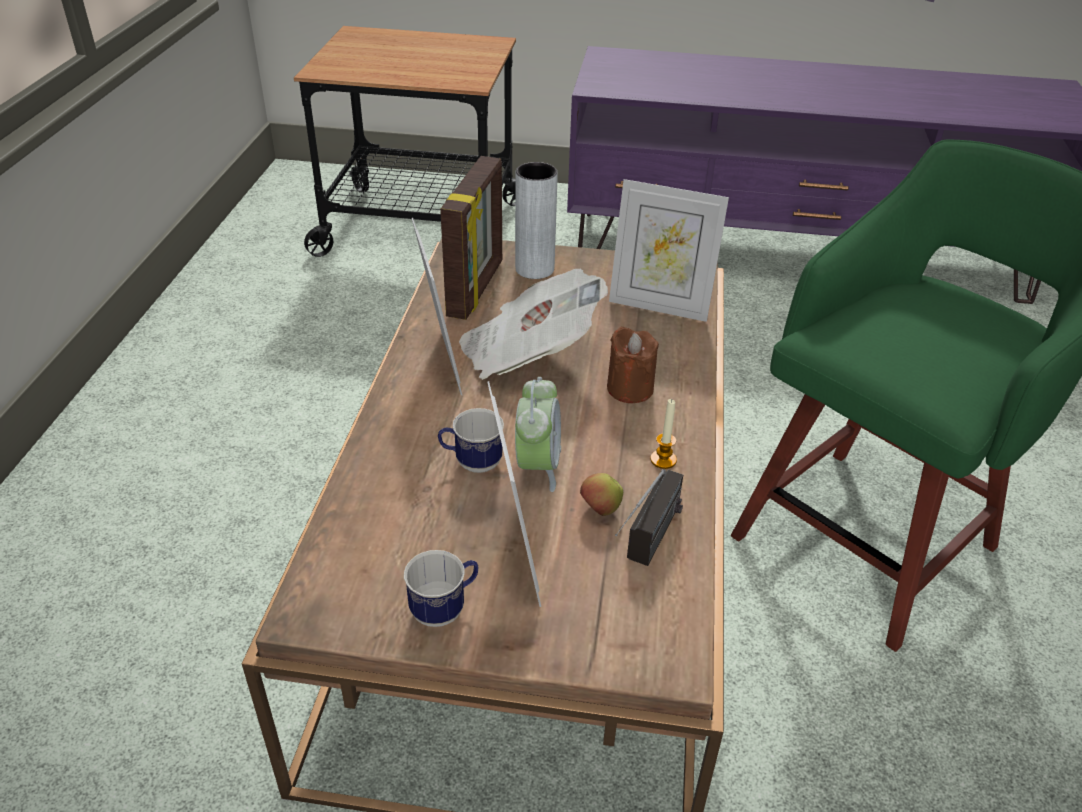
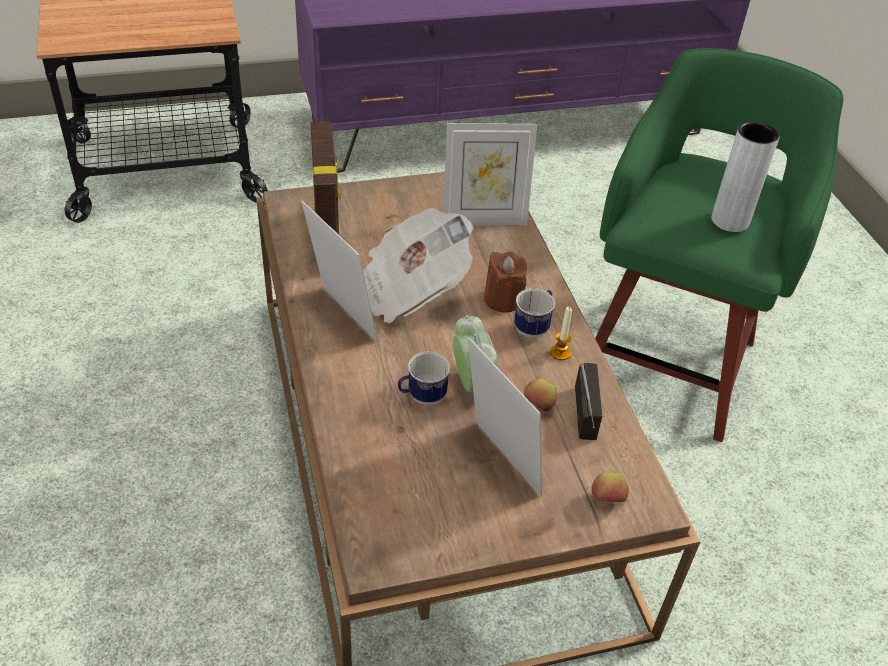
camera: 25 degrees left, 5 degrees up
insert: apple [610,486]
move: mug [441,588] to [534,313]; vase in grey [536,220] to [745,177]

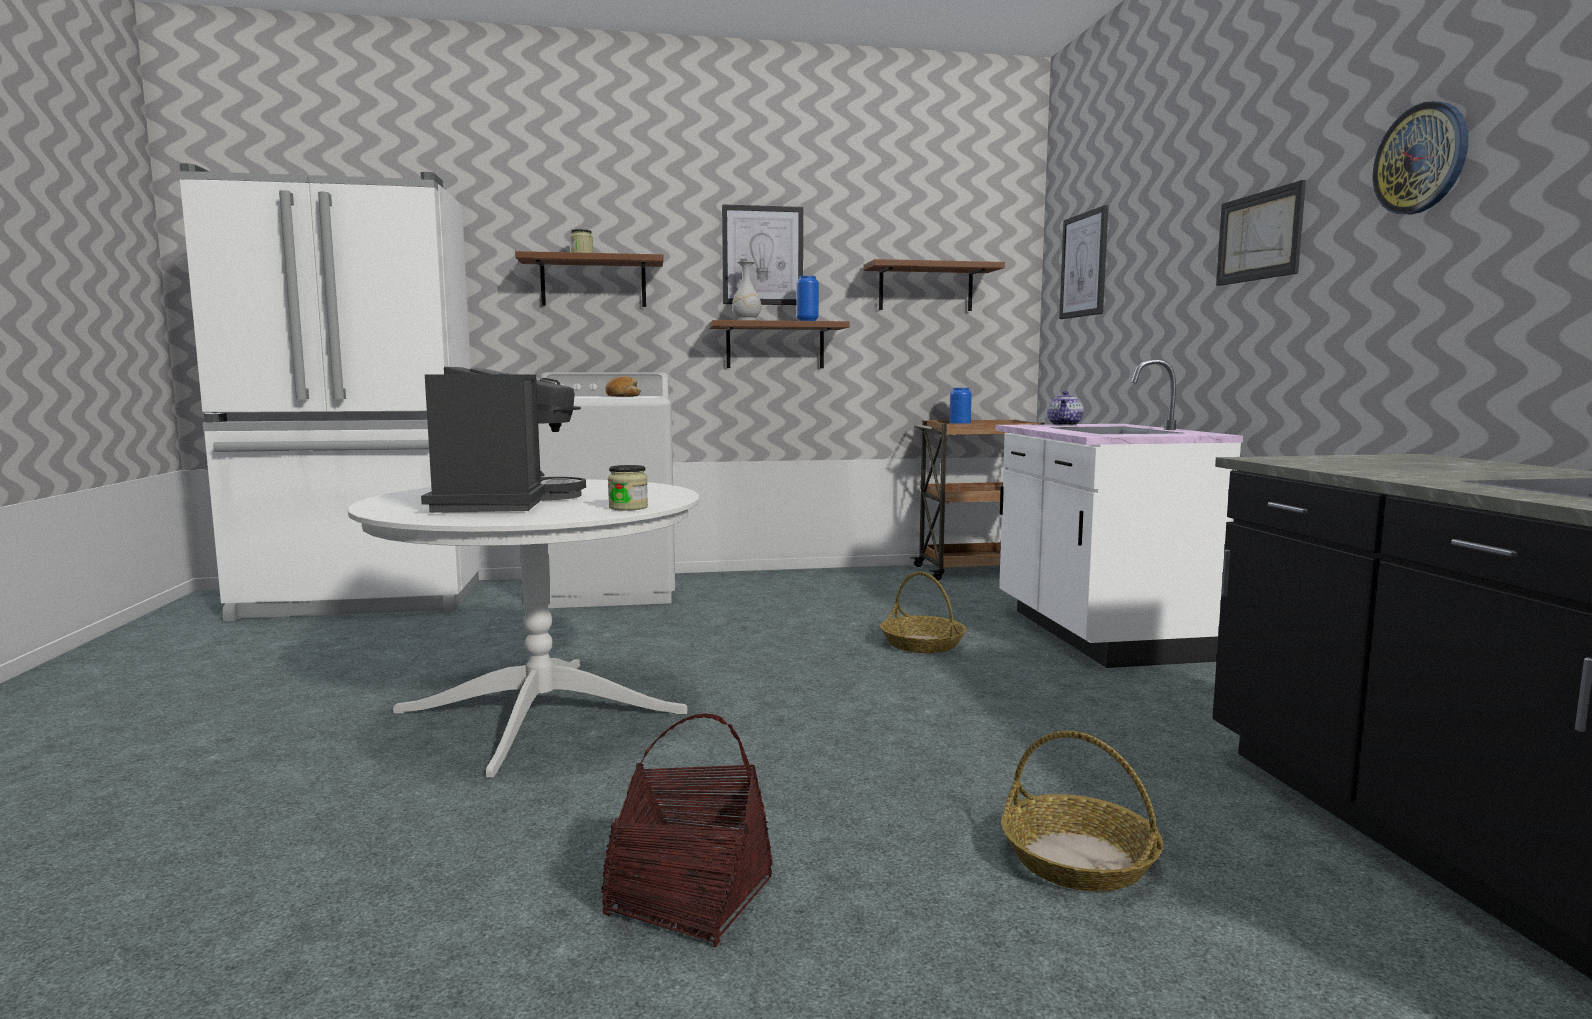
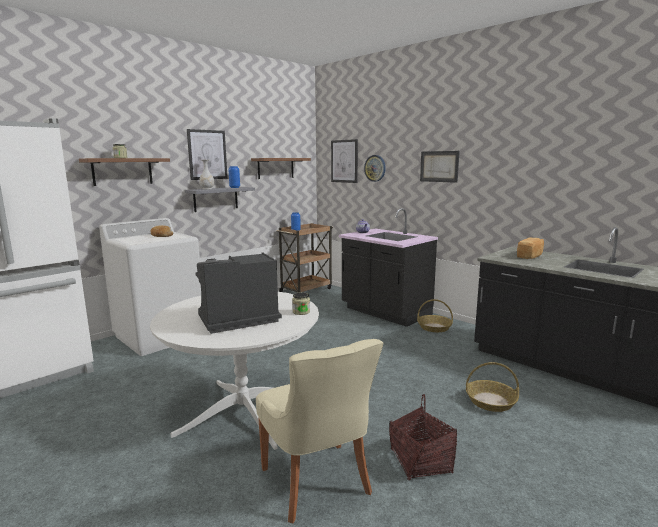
camera: 35 degrees left, 5 degrees up
insert: chair in beige [319,431]; bread [530,248]
move: basket [923,612] to [435,315]; wall clock [1421,157] to [375,168]
recolor: shelf in brown [779,344] to shelf in grey [220,199]; counter in white [1119,513] to counter in black [388,267]
rotate: coffee machine [503,440] = [238,293] 75 degrees counterclockwise

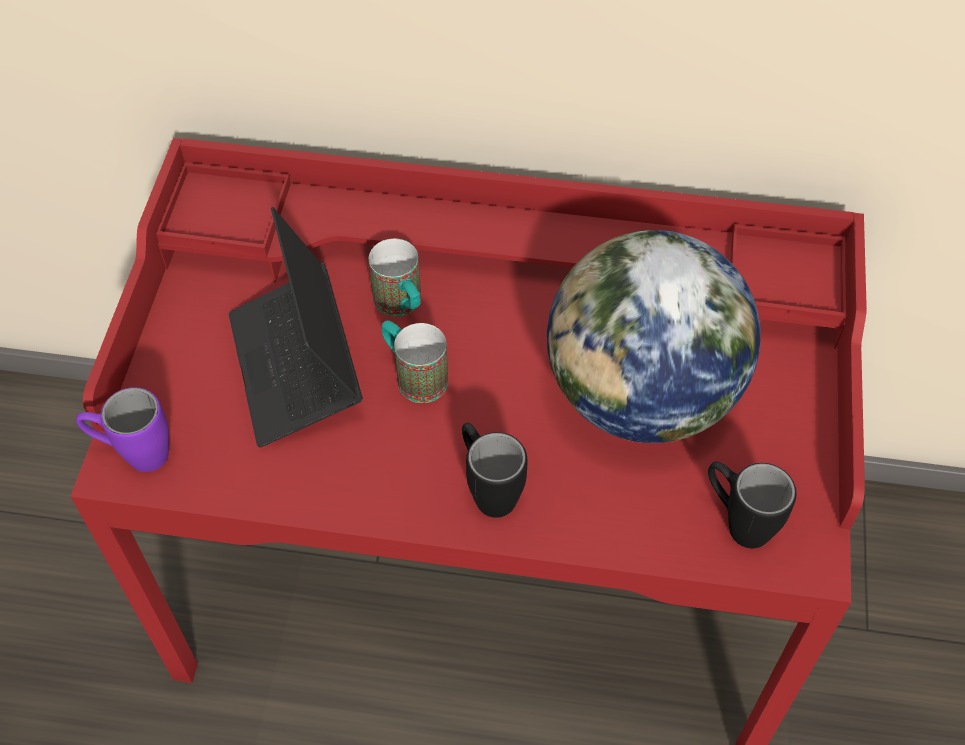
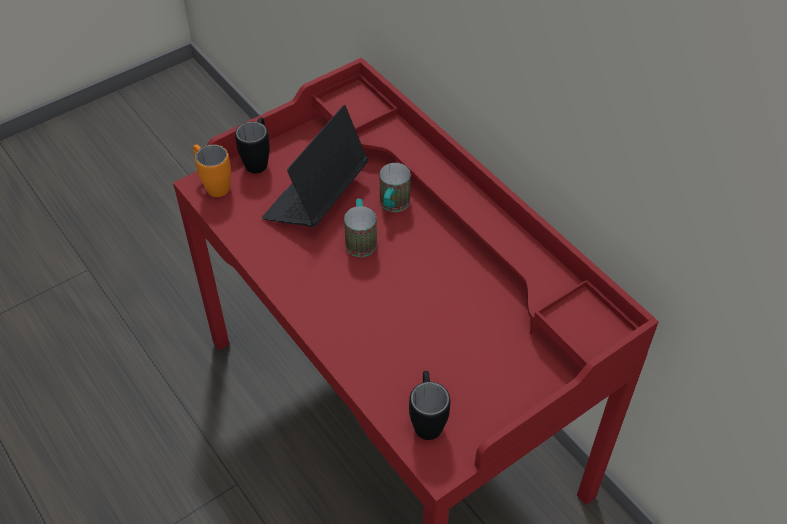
camera: 45 degrees right, 5 degrees down
delete: globe [654,336]
move: mug in black [495,470] to [252,145]
recolor: mug in purple [122,429] to mug in orange [212,170]

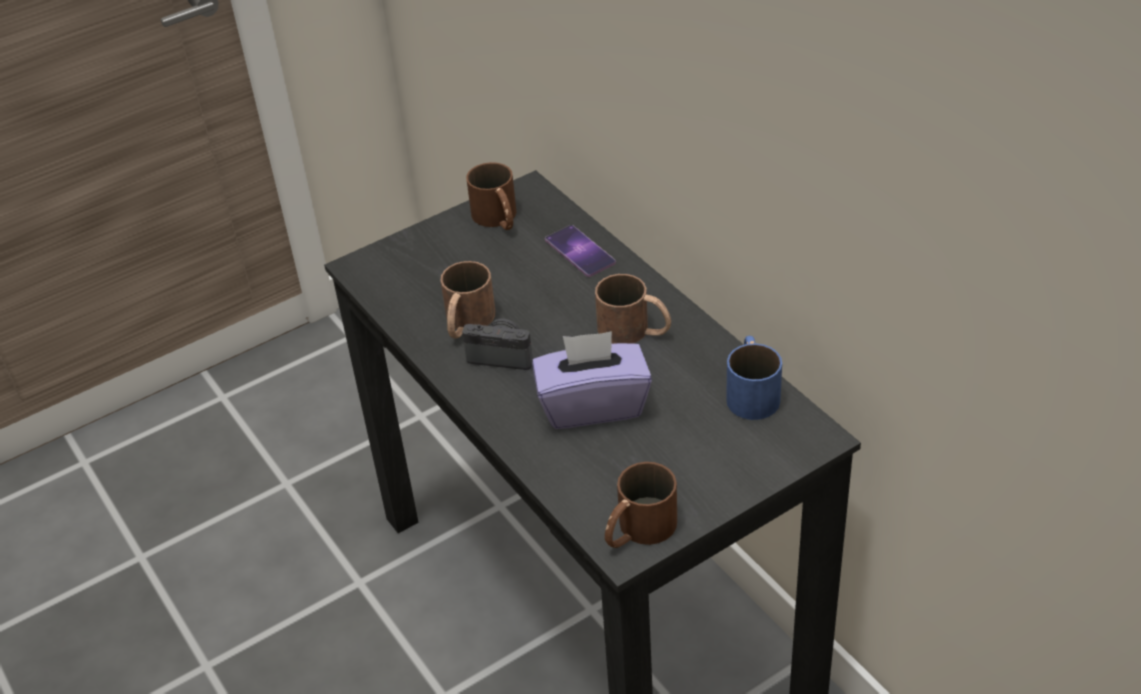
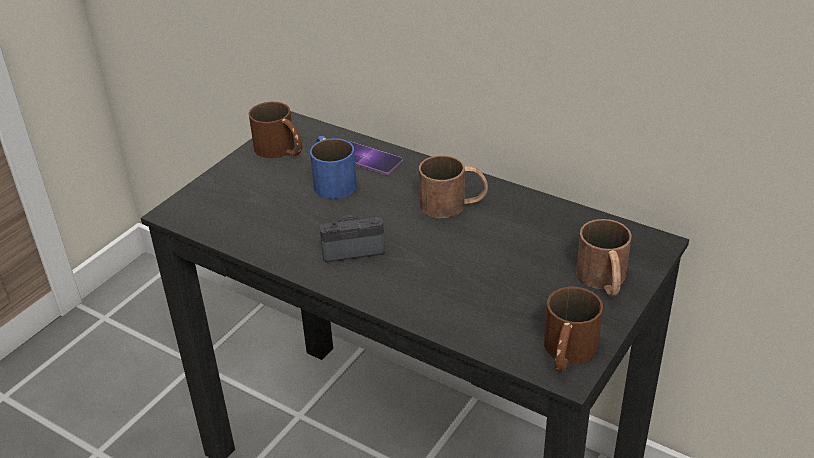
camera: 25 degrees left, 5 degrees down
delete: tissue box in purple [592,380]
move: mug in brown [468,300] to [603,258]; mug in blue [754,378] to [333,167]

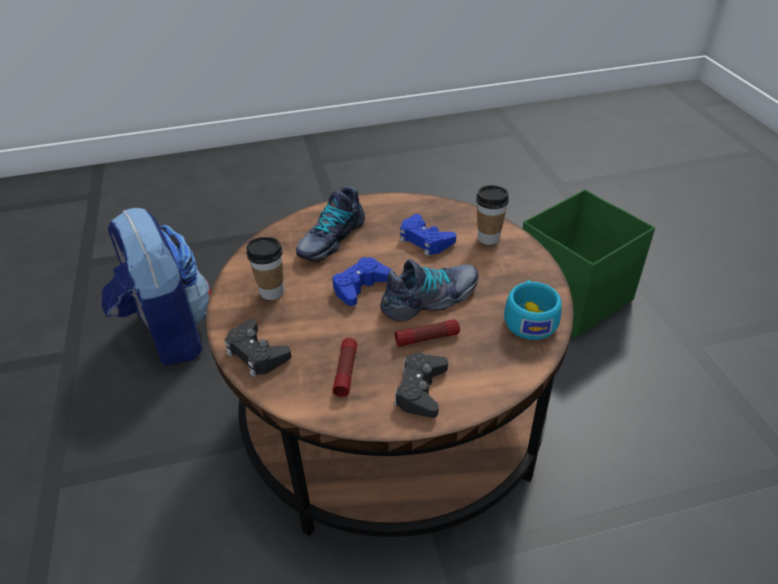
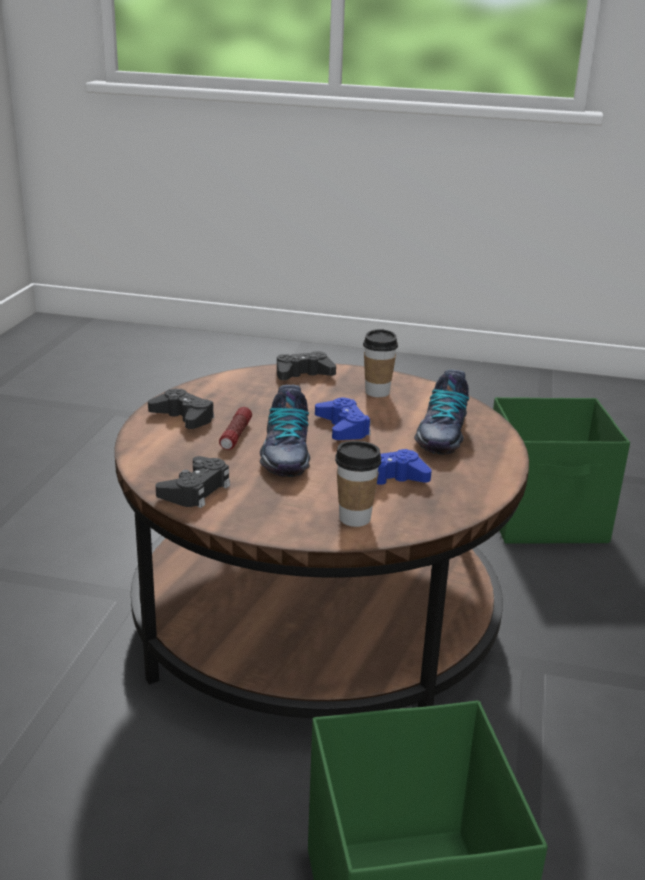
camera: 115 degrees right, 15 degrees down
delete: flashlight [344,367]
replace: backpack [156,287] to storage box in green [561,470]; cup in turquoise [533,310] to game controller in black [193,482]
rotate: shoe [330,224] = [441,412] 135 degrees counterclockwise

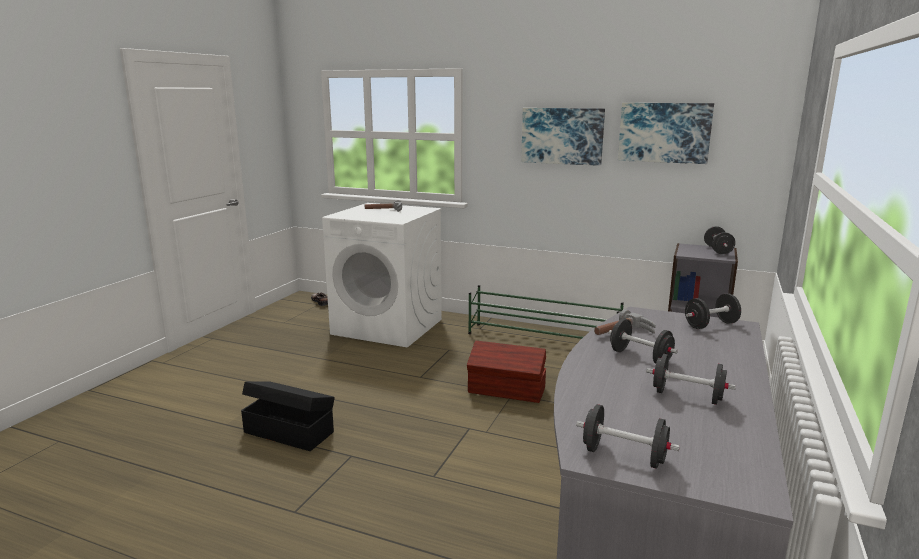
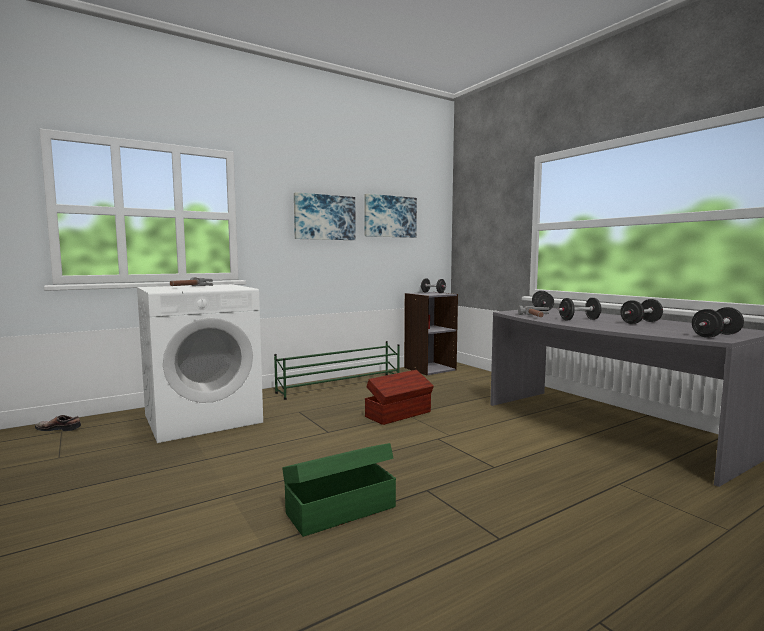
camera: 55 degrees left, 10 degrees down
recolor: storage box in black [288,416] to storage box in green [339,490]

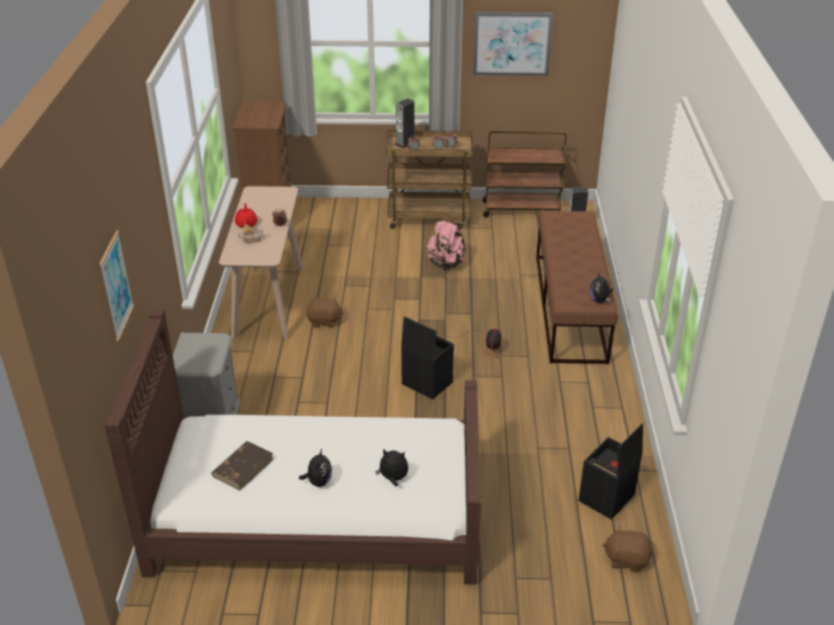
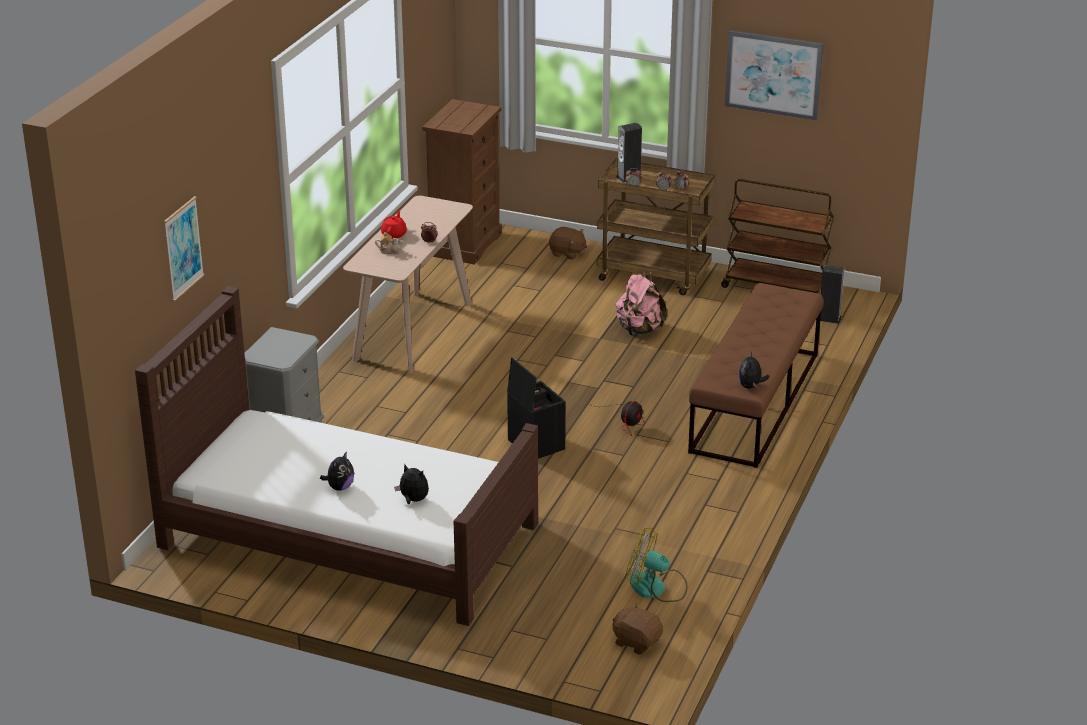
camera: 20 degrees right, 5 degrees down
delete: book in brown [242,466]
move: plush toy in brown [325,312] to [568,243]
replace: storage box in black [610,471] to fan [656,564]

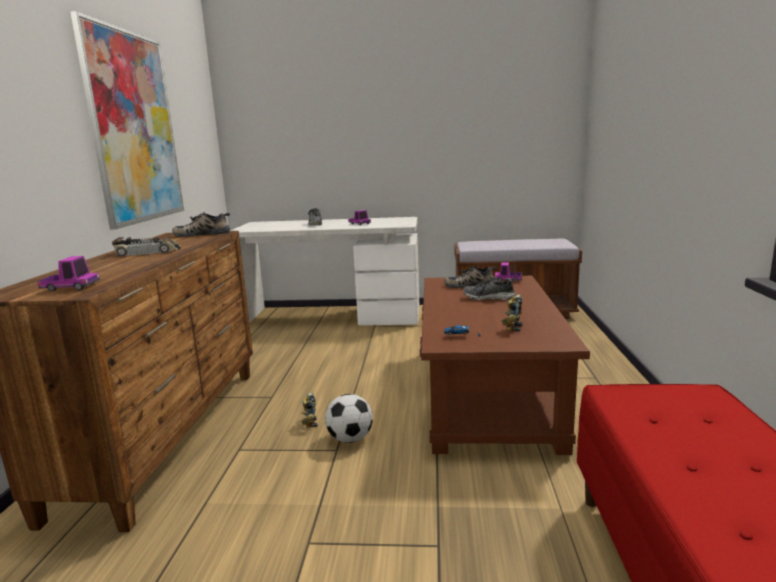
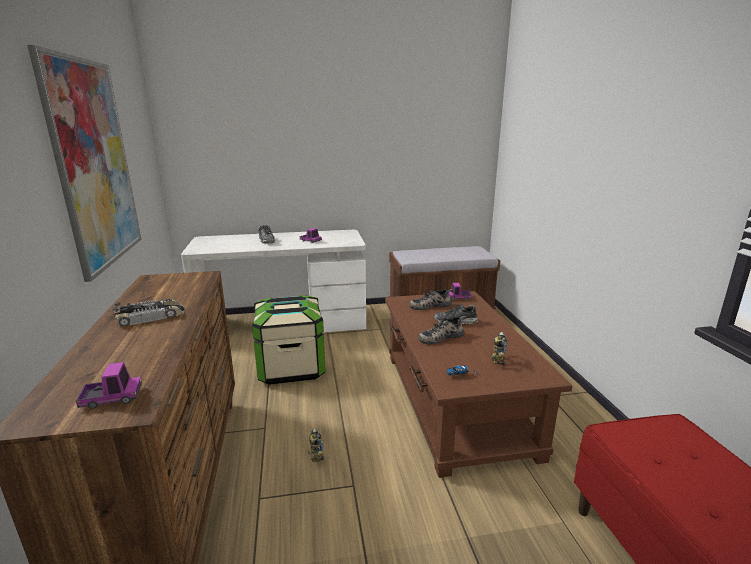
camera: 15 degrees left, 5 degrees up
delete: football [349,418]
insert: storage box [289,340]
move: shoe [201,224] to [442,330]

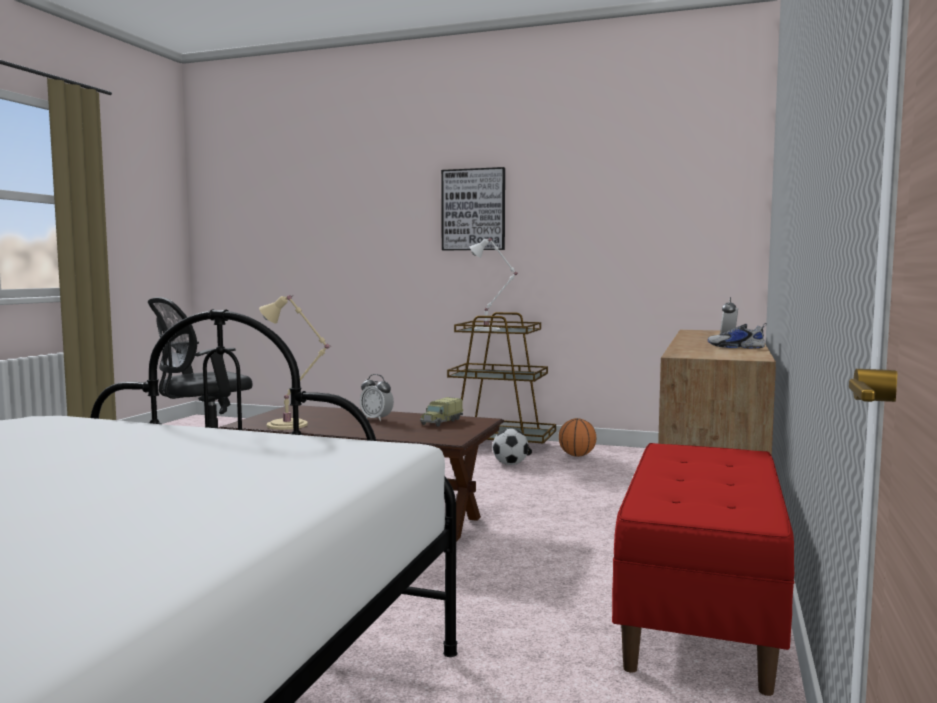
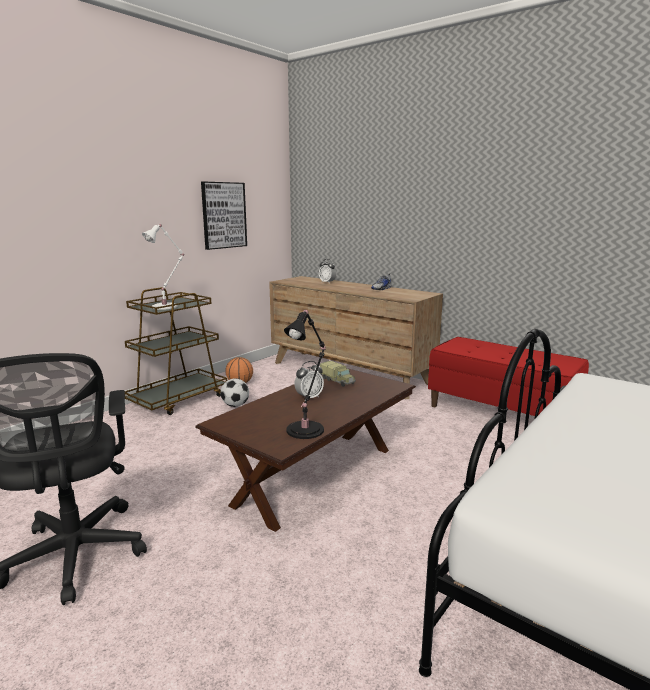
camera: 70 degrees left, 10 degrees up
move: picture [473,208] to [224,216]
recolor: table lamp in beige [294,362] to table lamp in black [305,374]

